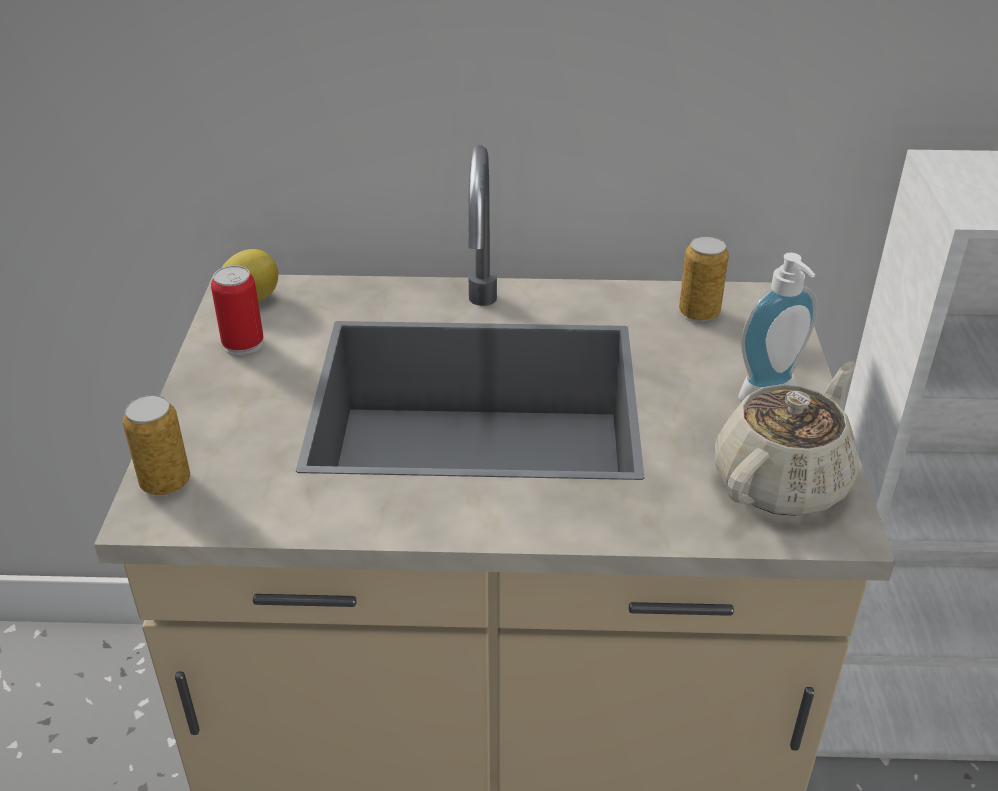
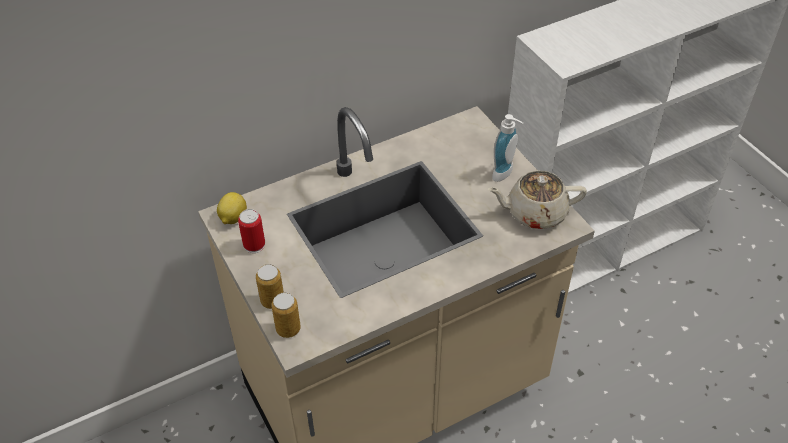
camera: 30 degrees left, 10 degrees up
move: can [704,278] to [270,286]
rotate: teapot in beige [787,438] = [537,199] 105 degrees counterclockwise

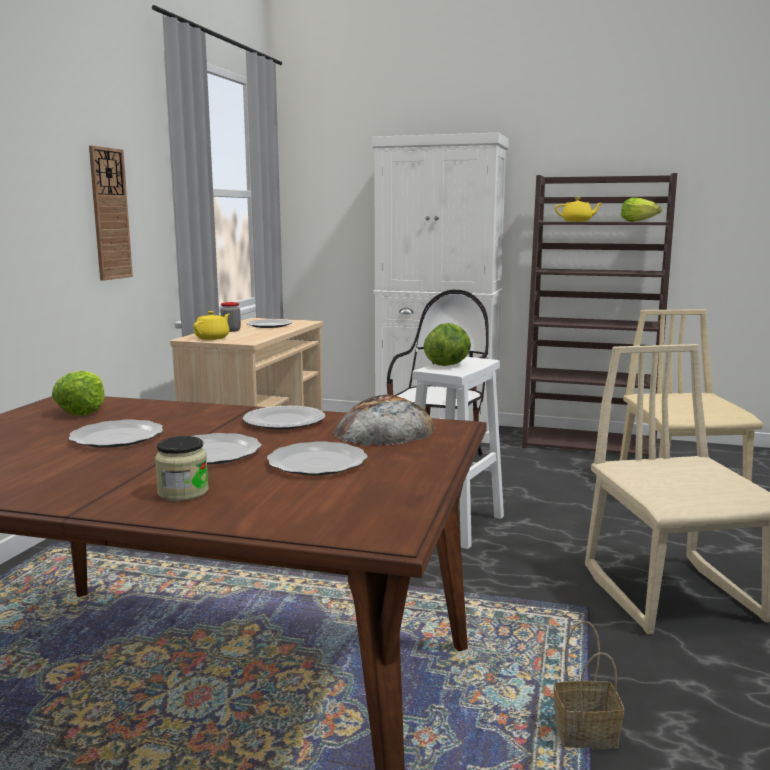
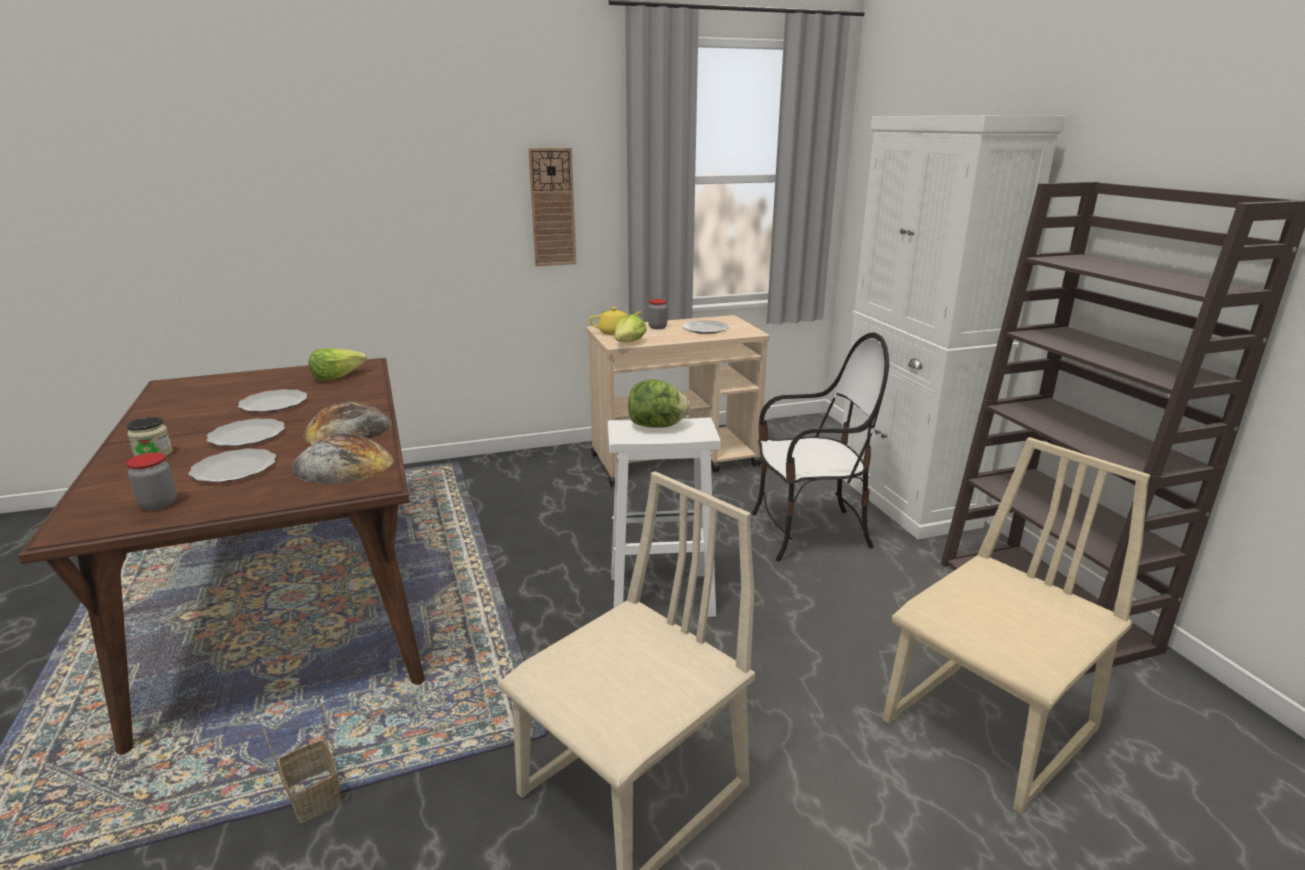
camera: 55 degrees right, 10 degrees up
delete: teapot in yellow [578,210]
insert: jar [151,481]
move: lettuce [641,209] to [630,328]
replace: plate [284,417] to bread [347,423]

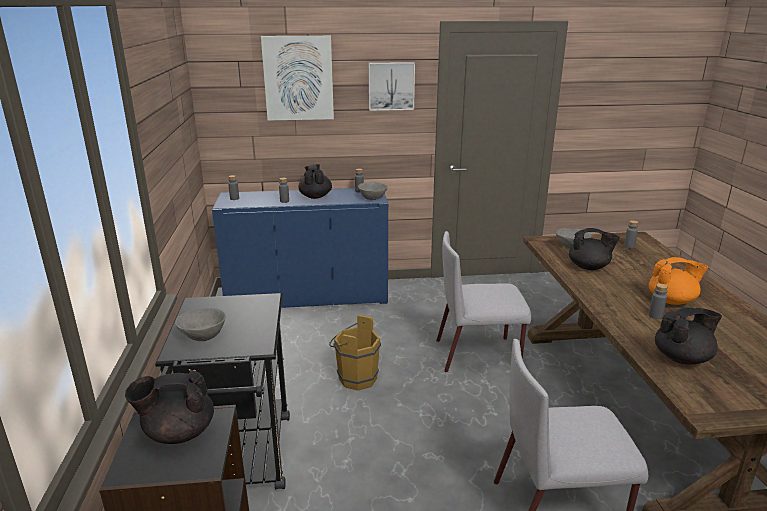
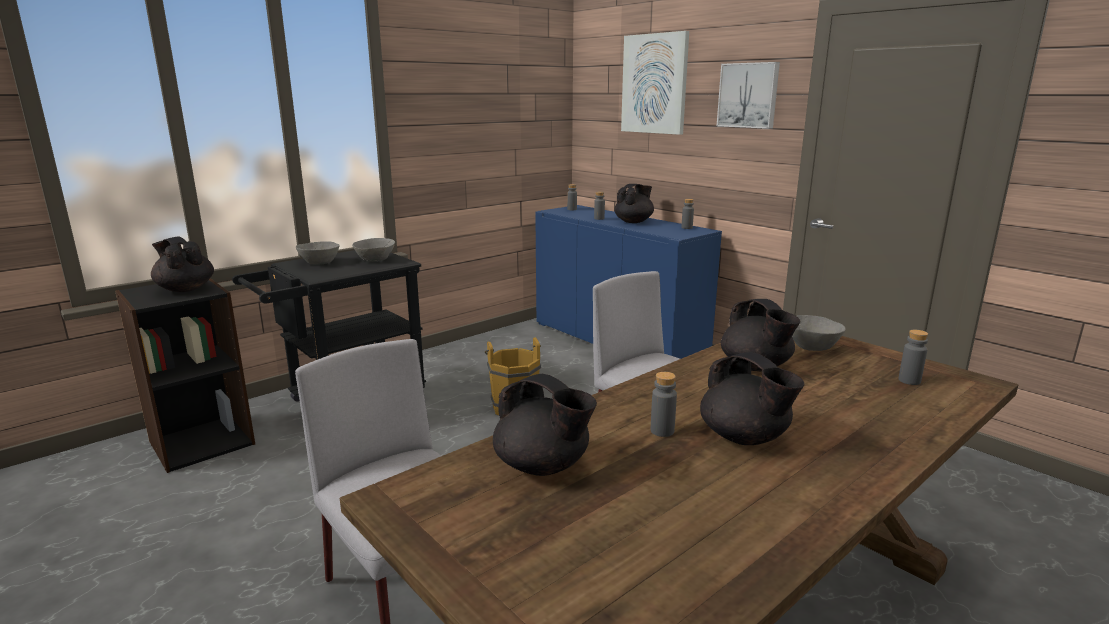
camera: 55 degrees right, 5 degrees down
move: bowl in grey [373,191] to [373,250]
recolor: teapot in orange [678,281] to teapot in black [752,398]

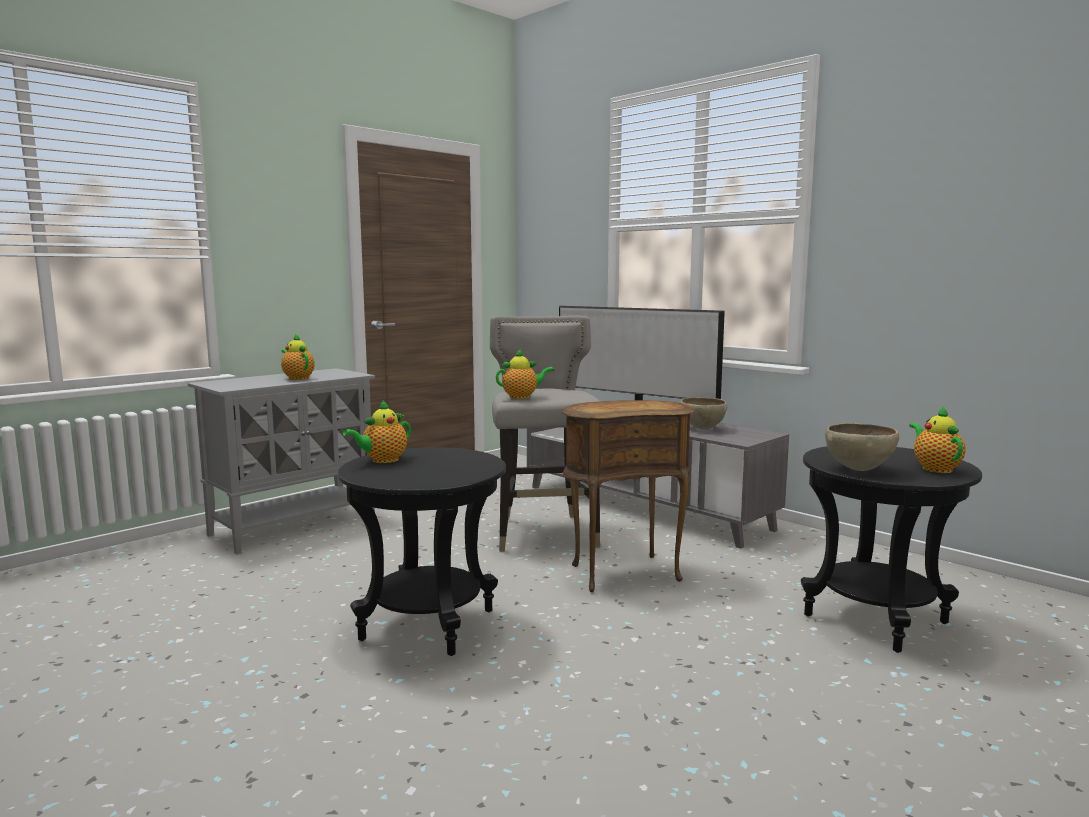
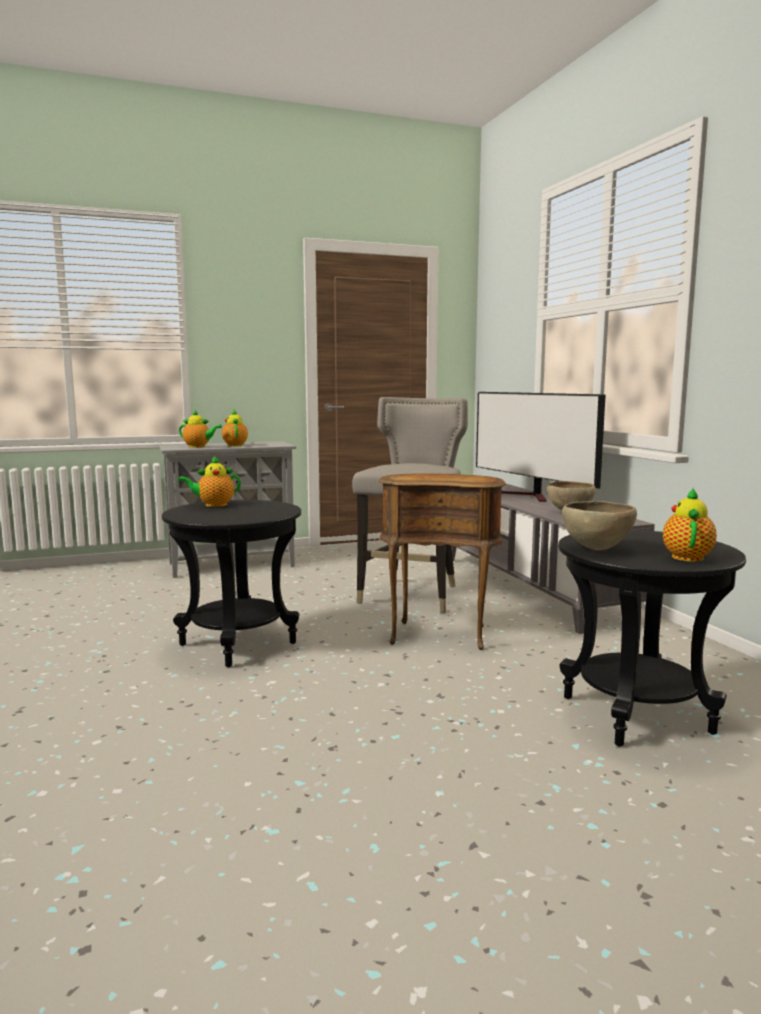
camera: 25 degrees right, 0 degrees up
move: teapot [525,374] to [200,429]

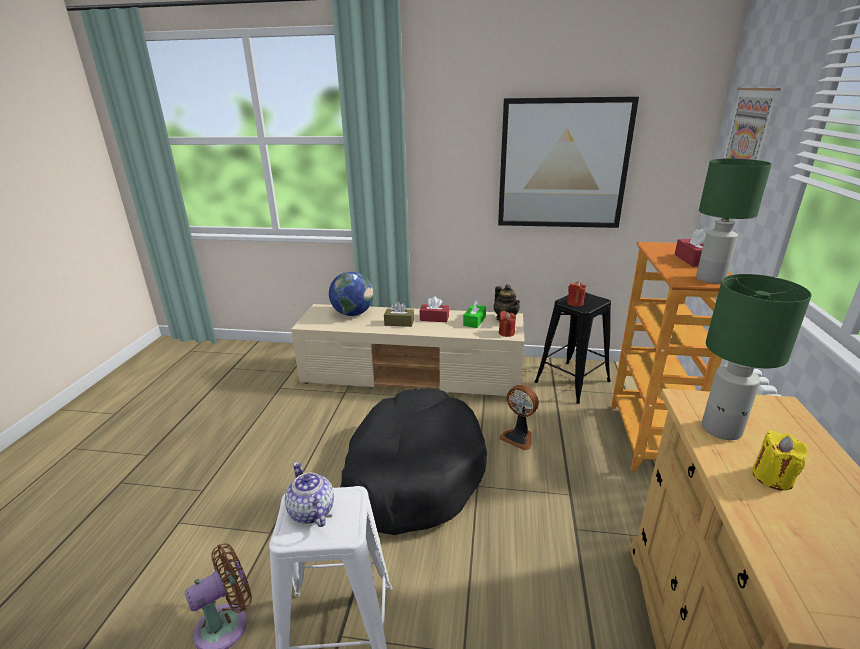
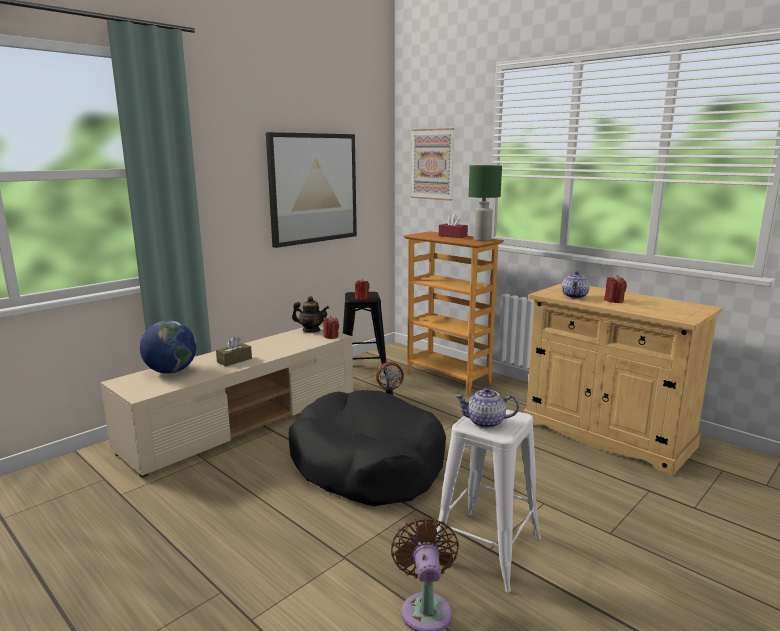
camera: 55 degrees left, 10 degrees down
delete: tissue box in red [434,309]; tissue box in green [474,314]
replace: table lamp in green [757,357] to teapot [576,285]
recolor: candle in yellow [780,460] to candle in red [615,289]

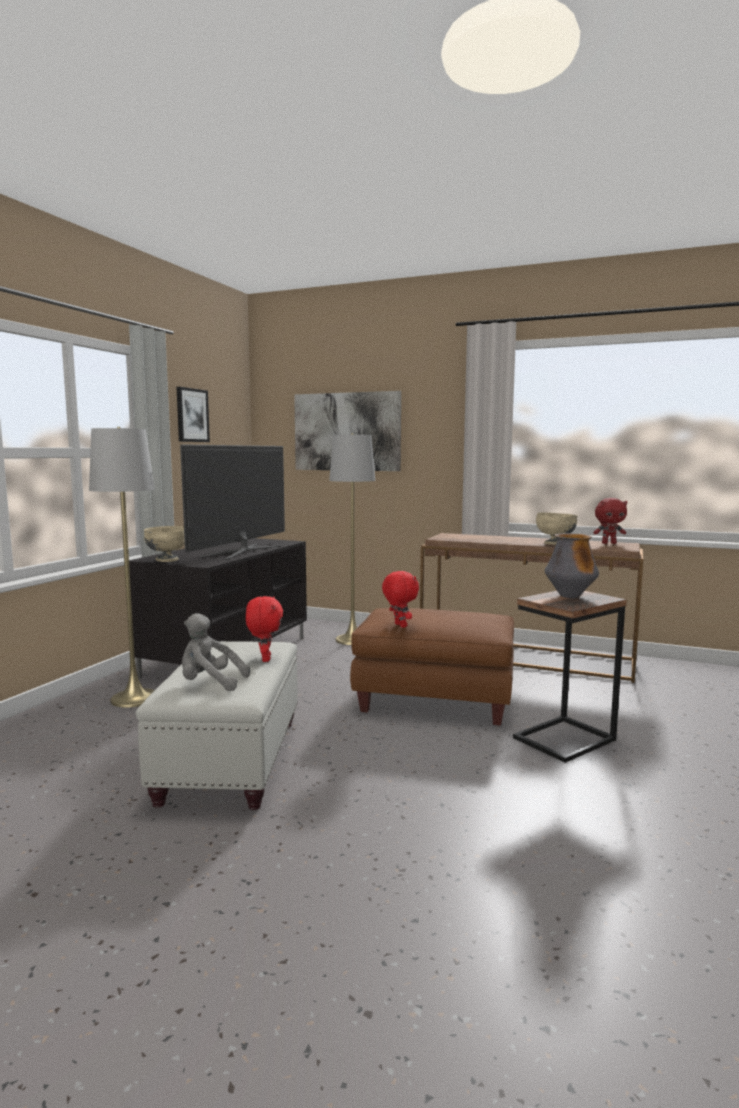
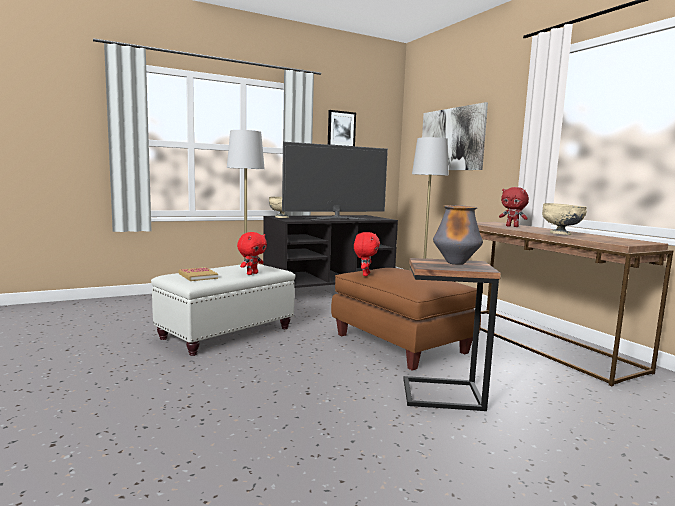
camera: 40 degrees right, 0 degrees up
move: plush toy in red [610,521] to [514,207]
replace: plush toy in grey [216,652] to book [198,274]

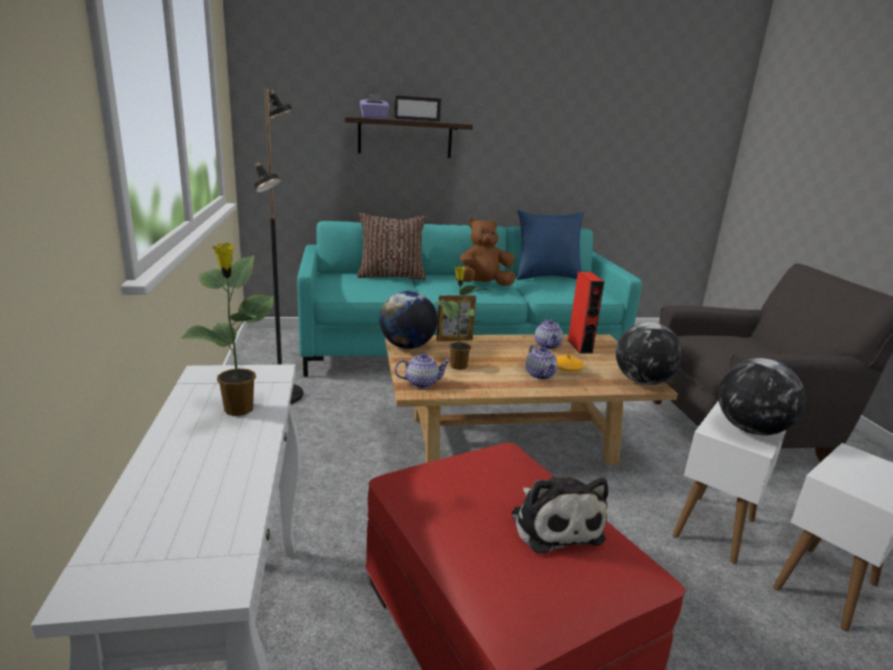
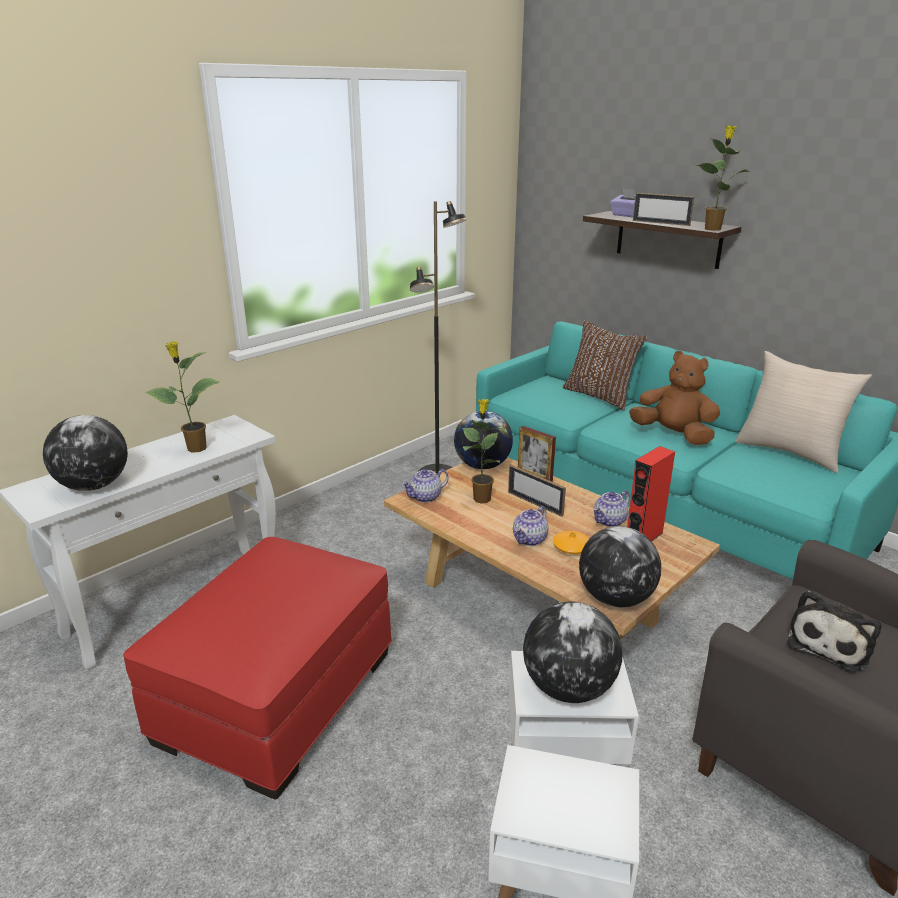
camera: 55 degrees right, 5 degrees up
insert: globe [85,453]; picture frame [537,491]; potted plant [722,178]
move: plush toy [560,515] to [834,631]
recolor: pillow in blue [550,245] to pillow in beige [803,412]
rotate: teapot [422,370] = [425,486] 105 degrees clockwise

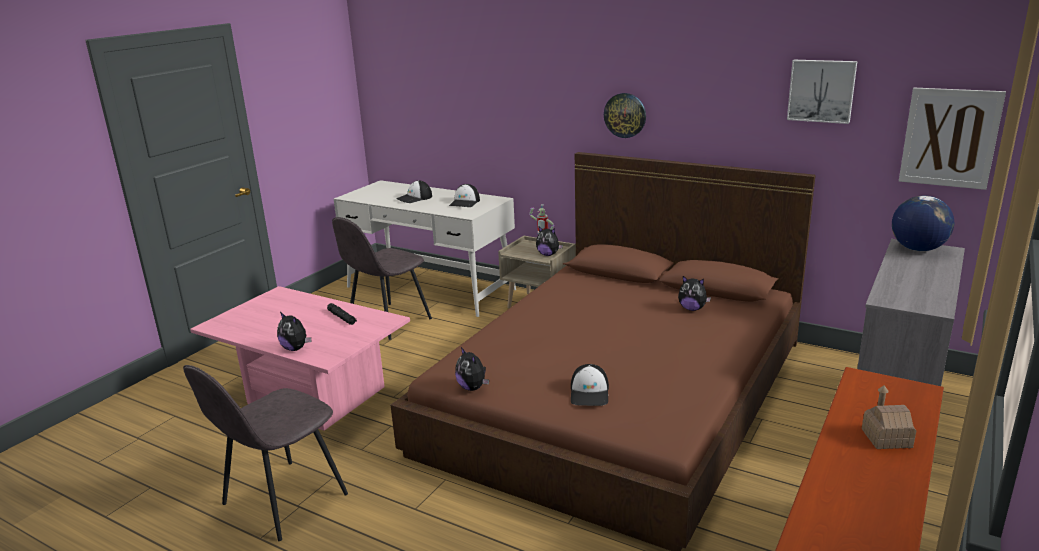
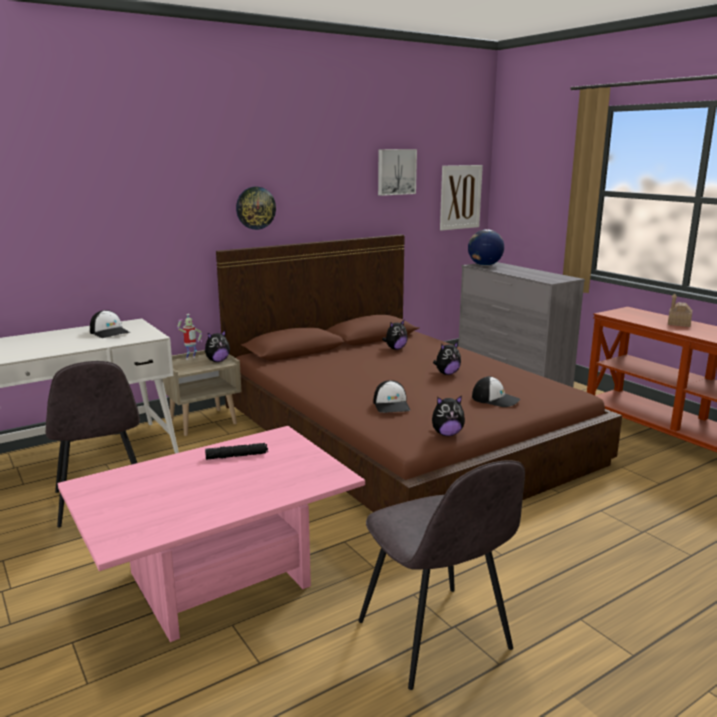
camera: 65 degrees left, 5 degrees down
move: plush toy [294,331] to [447,358]; cap [414,191] to [391,396]

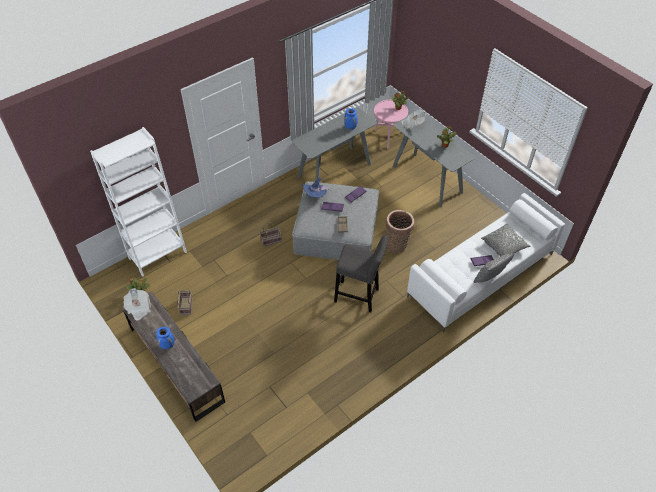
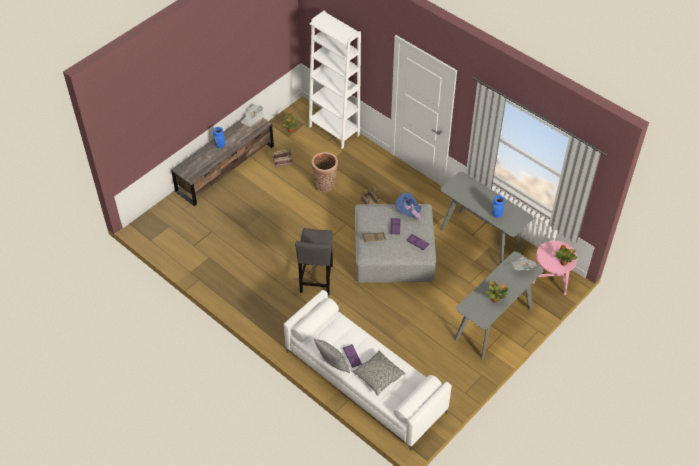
camera: 80 degrees right, 0 degrees up
move: basket [400,231] to [324,172]

